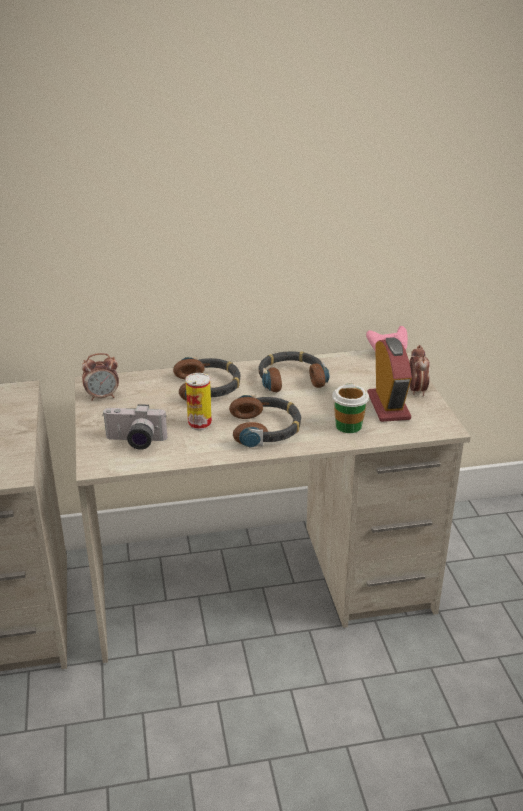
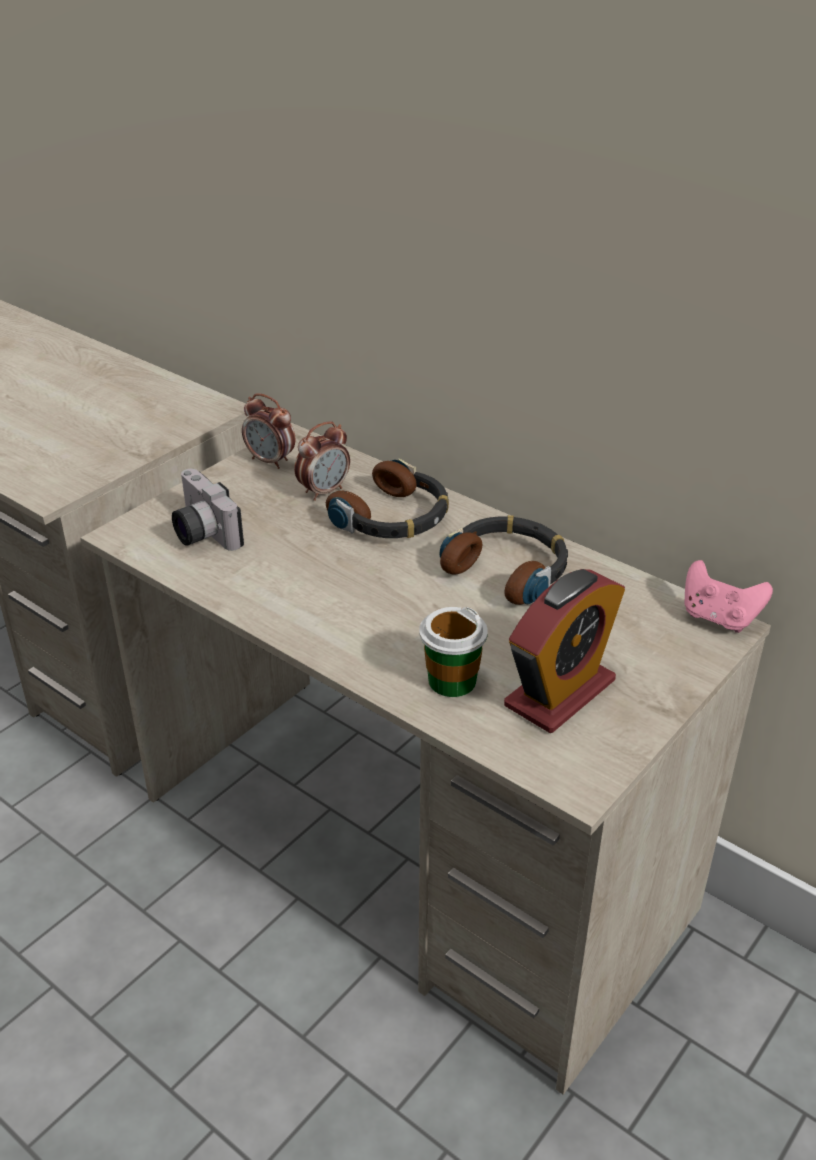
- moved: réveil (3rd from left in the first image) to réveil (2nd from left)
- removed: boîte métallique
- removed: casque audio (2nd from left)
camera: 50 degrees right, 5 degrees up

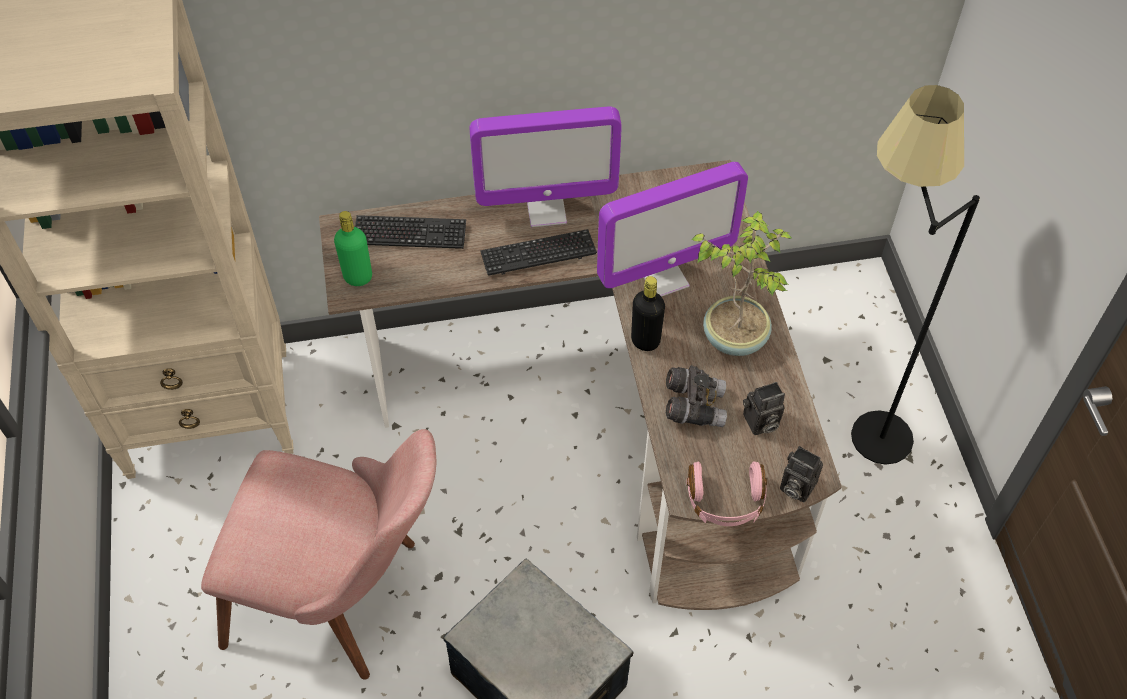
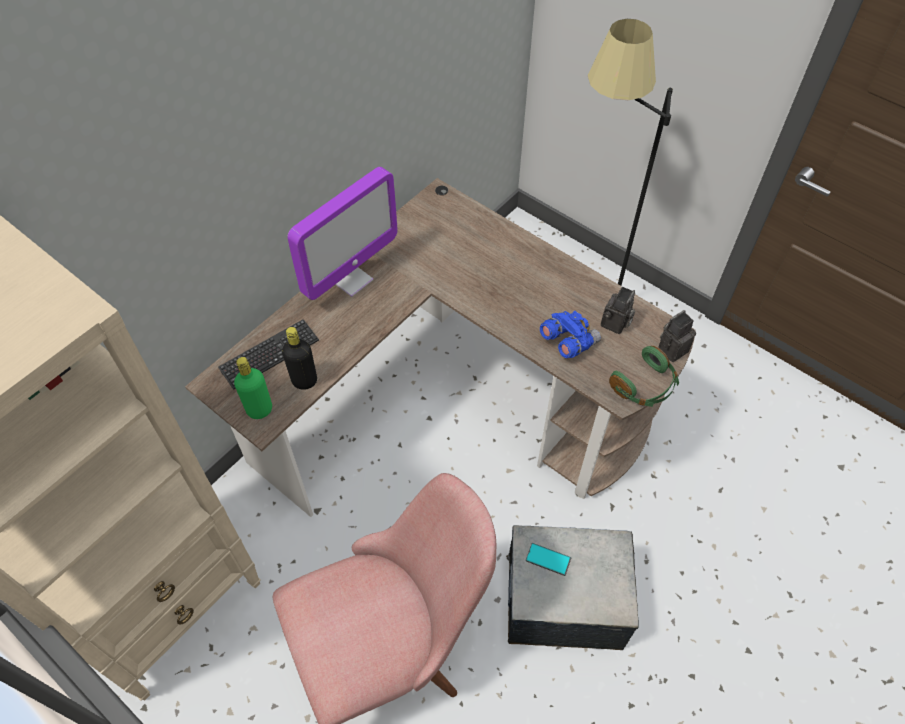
- moved: bouteille (noir)
- added: téléphone
- recoloured: jumelles (gris) to jumelles (bleu)
- recoloured: casque audio (rose) to casque audio (vert)
- turned: appareil photo (2nd from left) 150 degrees clockwise
- removed: clavier (2nd from left)
- removed: écran d'ordinateur (2nd from left)
- removed: plante en pot
camera: 40 degrees left, 0 degrees up

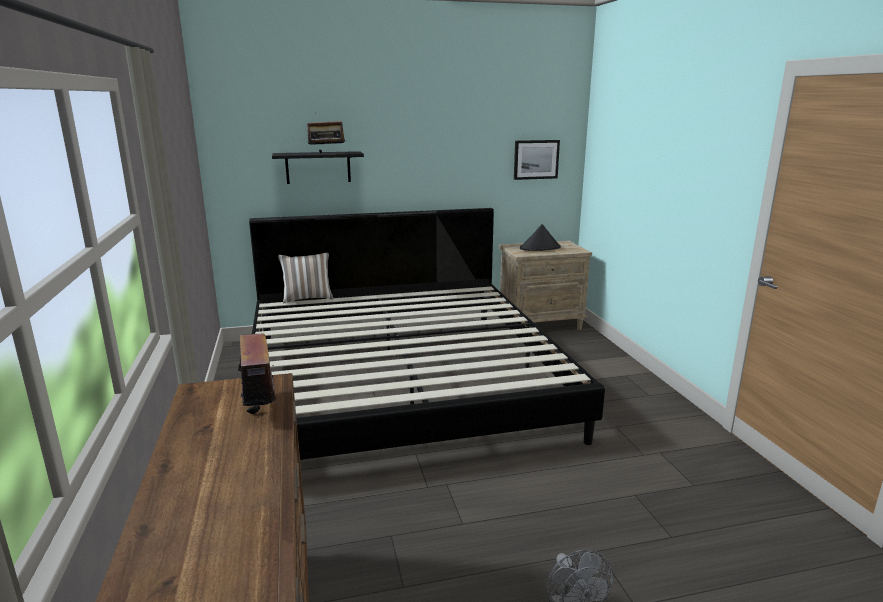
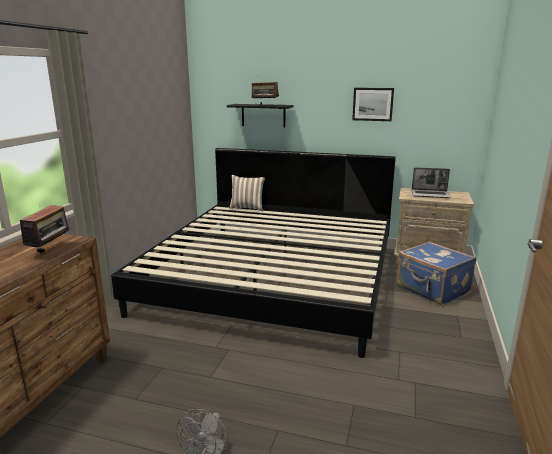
- moved: tableau
- added: valise (bleu)
- replaced: chapeau (noir) to ordinateur portable
camera: 30 degrees right, 0 degrees up

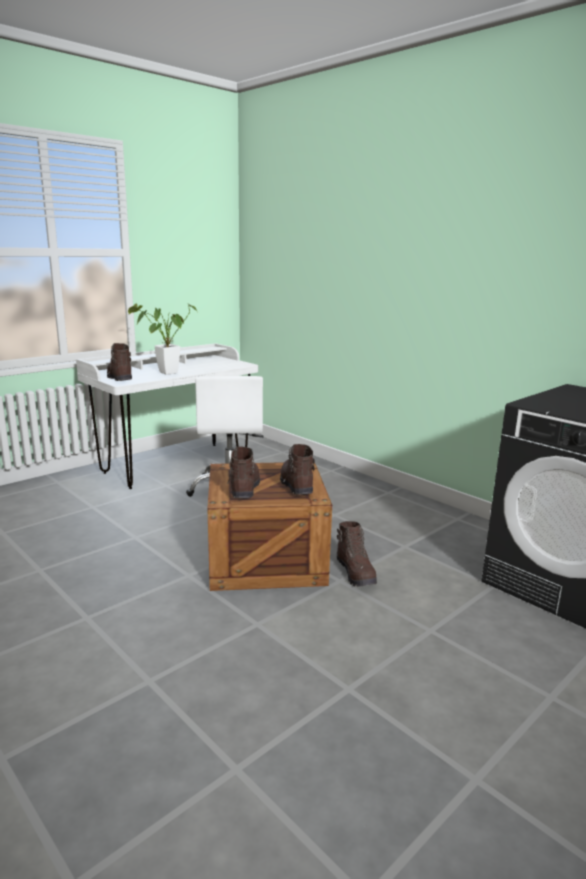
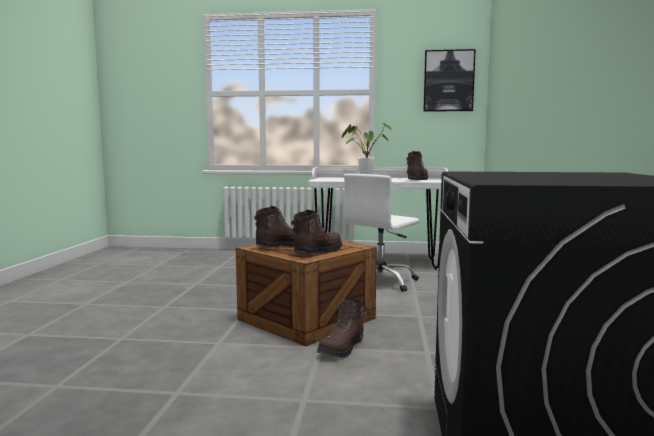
- moved: botte (marron) (1st from left in the first image) to botte (marron) (4th from left)
- added: tableau
camera: 50 degrees right, 10 degrees down

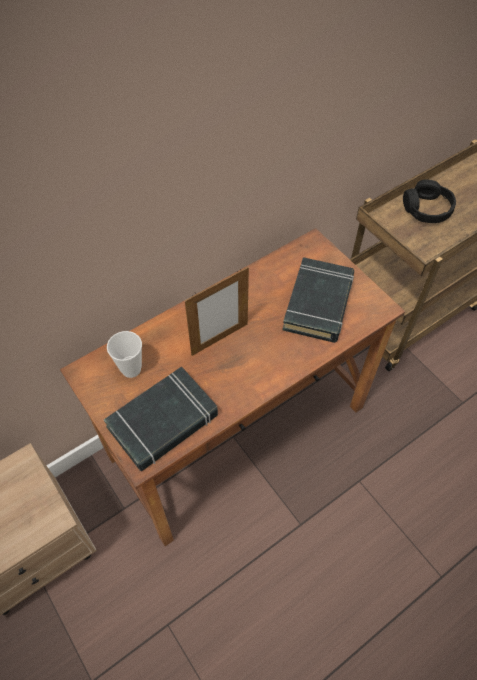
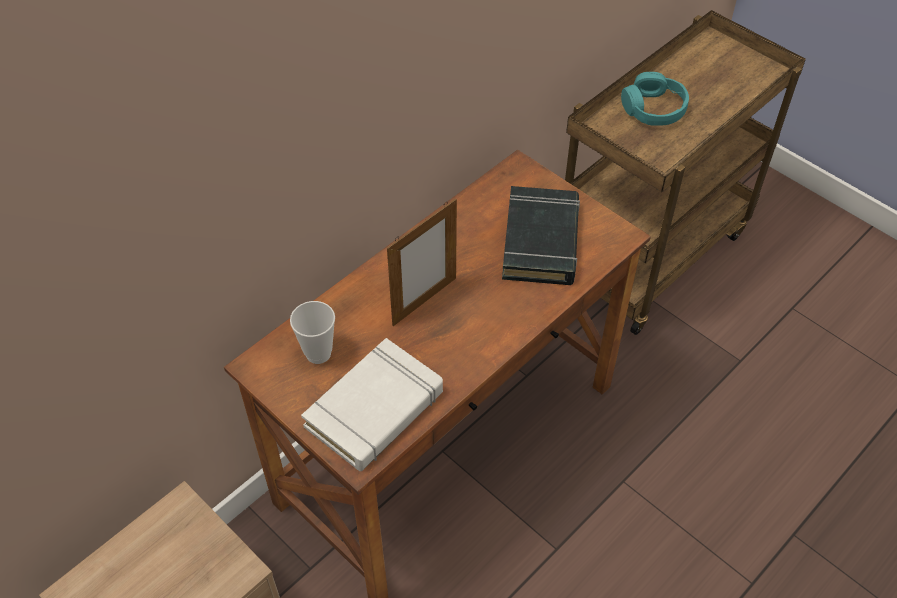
- recoloured: livre (noir) (1st from left) to livre (blanc)
- recoloured: casque audio (noir) to casque audio (turquoise)
camera: 10 degrees left, 5 degrees down

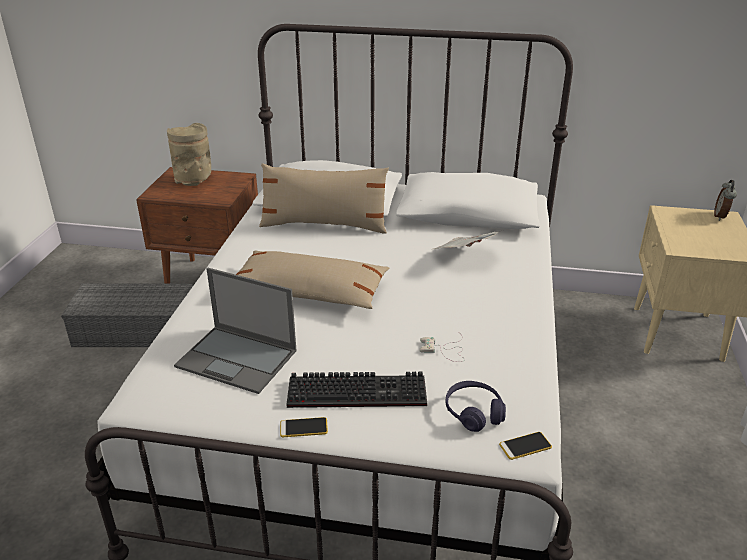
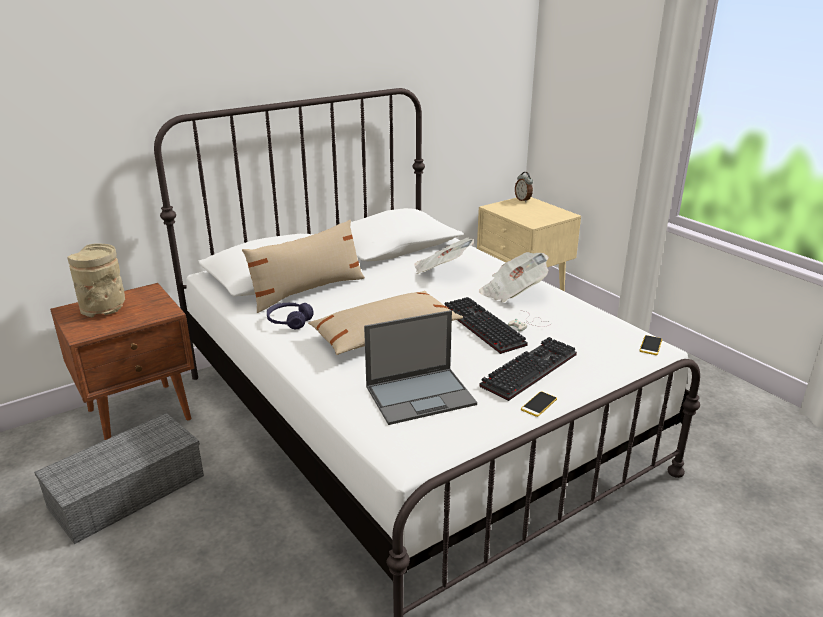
- moved: casque audio (violet)
- added: clavier (1st from left)
- added: journal (2nd from left)
camera: 45 degrees left, 5 degrees down

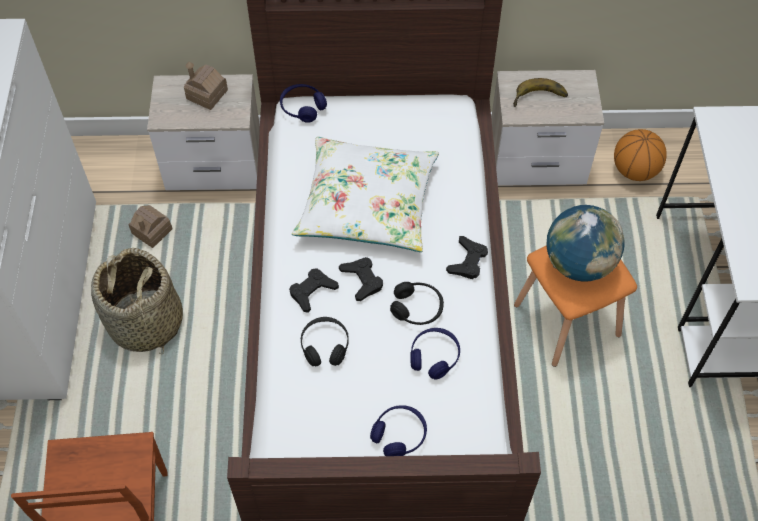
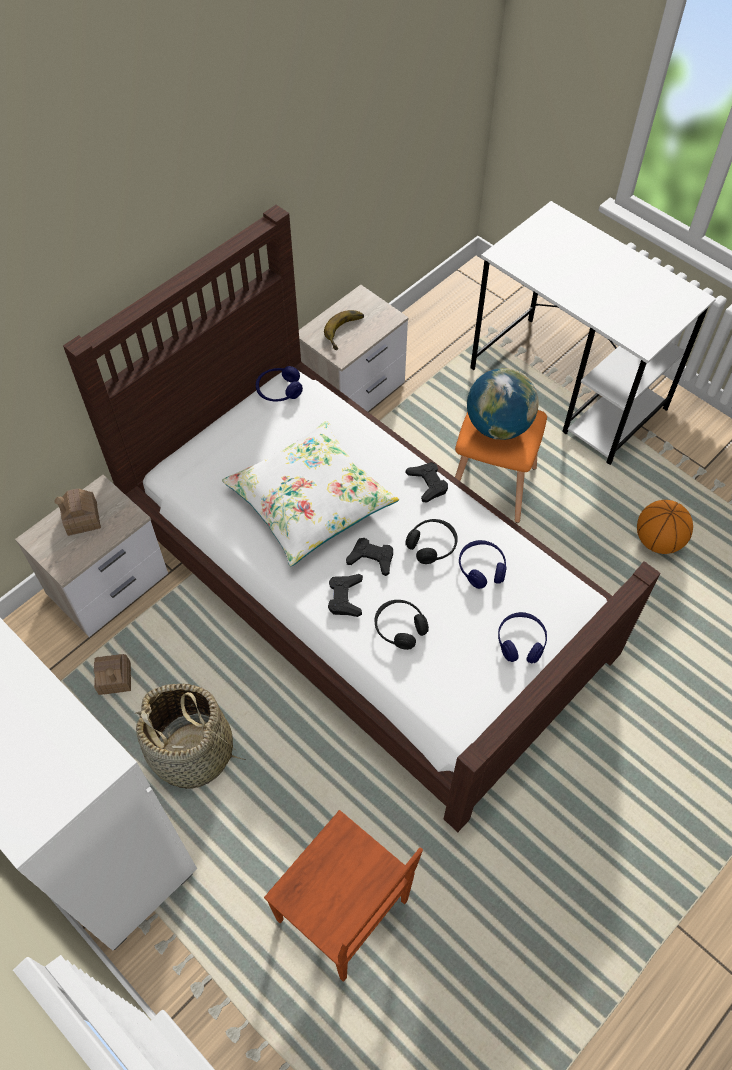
- moved: casque audio (bleu) (1st from left)
- moved: ballon de basket
camera: 45 degrees left, 0 degrees up

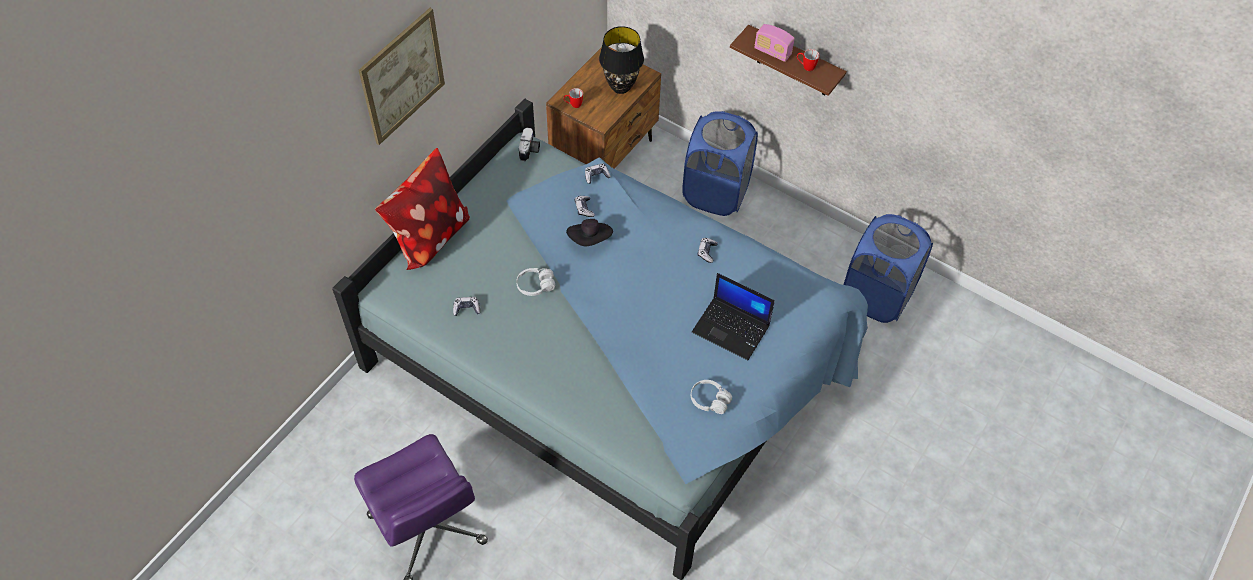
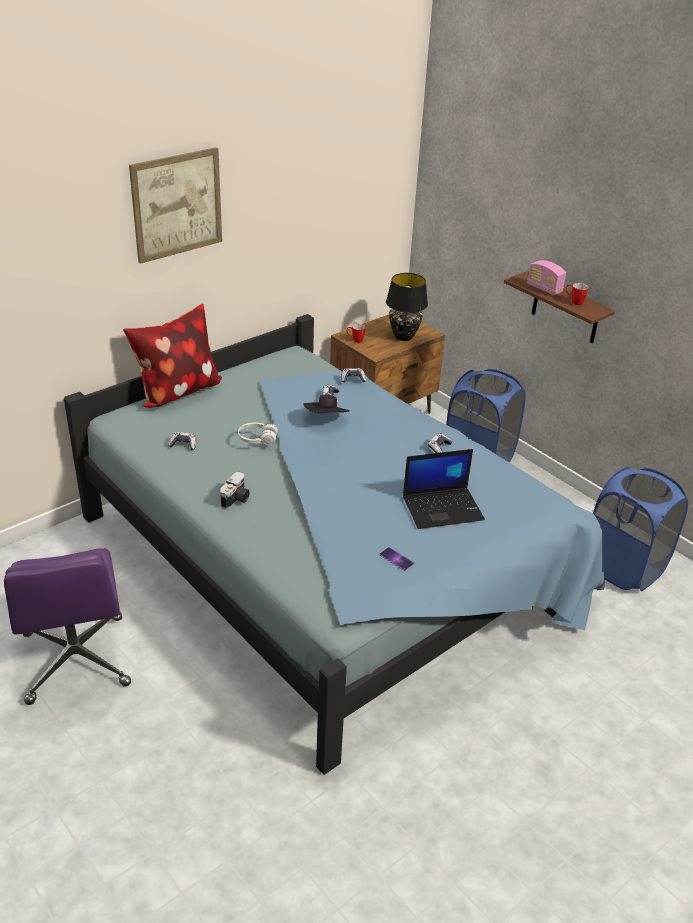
- moved: appareil photo
- replaced: casque audio (blanc) (2nd from left) to téléphone
- turned: ordinateur portable 60 degrees counterclockwise
camera: 15 degrees right, 20 degrees down

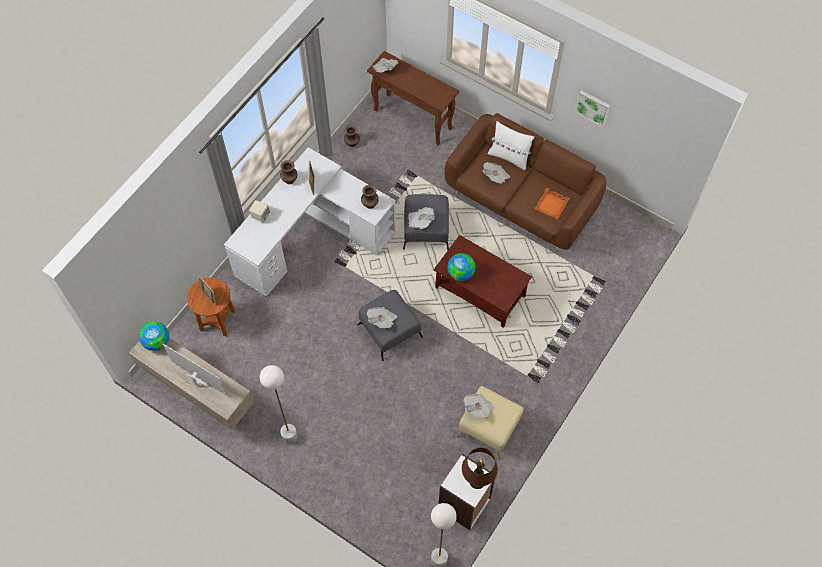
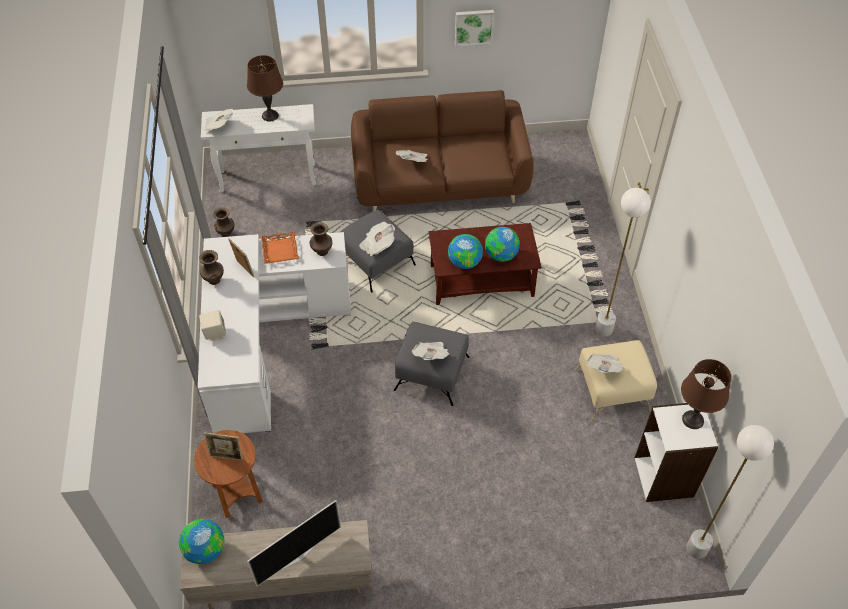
- recoloured: table console (marron) to table console (blanc)
- added: lampe de table (marron) (1st from left)
- turned: téléviseur 150 degrees clockwise
- moved: plateau (orange)
- added: globe (3rd from left)
- moved: lampadaire (blanc) (1st from left)
- removed: coussin (blanc)
camera: 40 degrees left, 10 degrees down

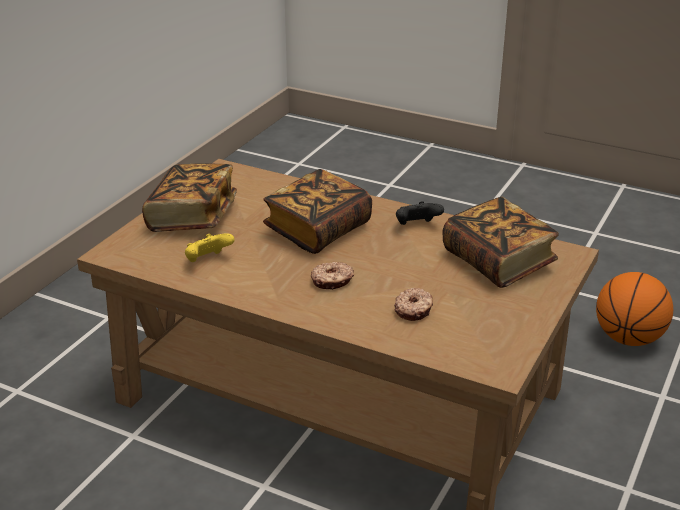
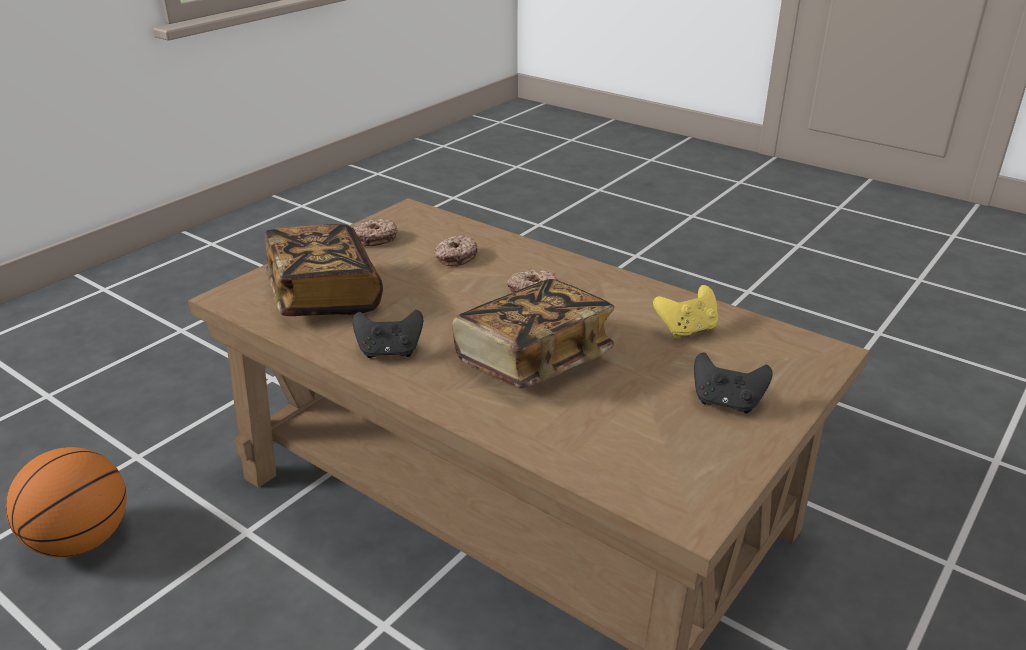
- added: beignet (1st from left)
- replaced: livre (1st from left) to manette (noir) (2nd from left)
camera: 170 degrees left, 0 degrees up

